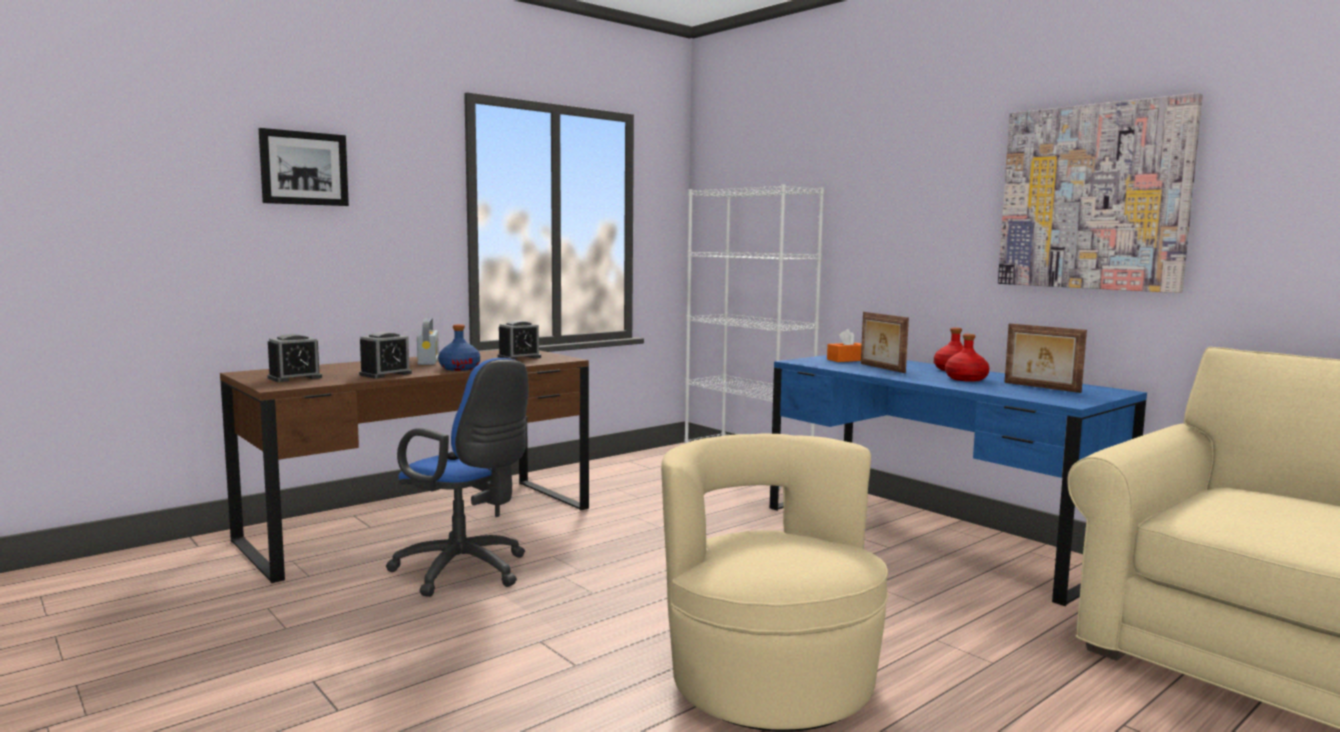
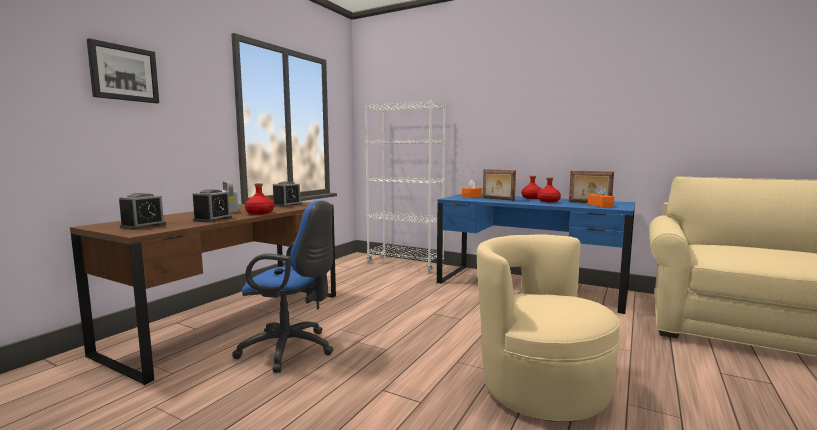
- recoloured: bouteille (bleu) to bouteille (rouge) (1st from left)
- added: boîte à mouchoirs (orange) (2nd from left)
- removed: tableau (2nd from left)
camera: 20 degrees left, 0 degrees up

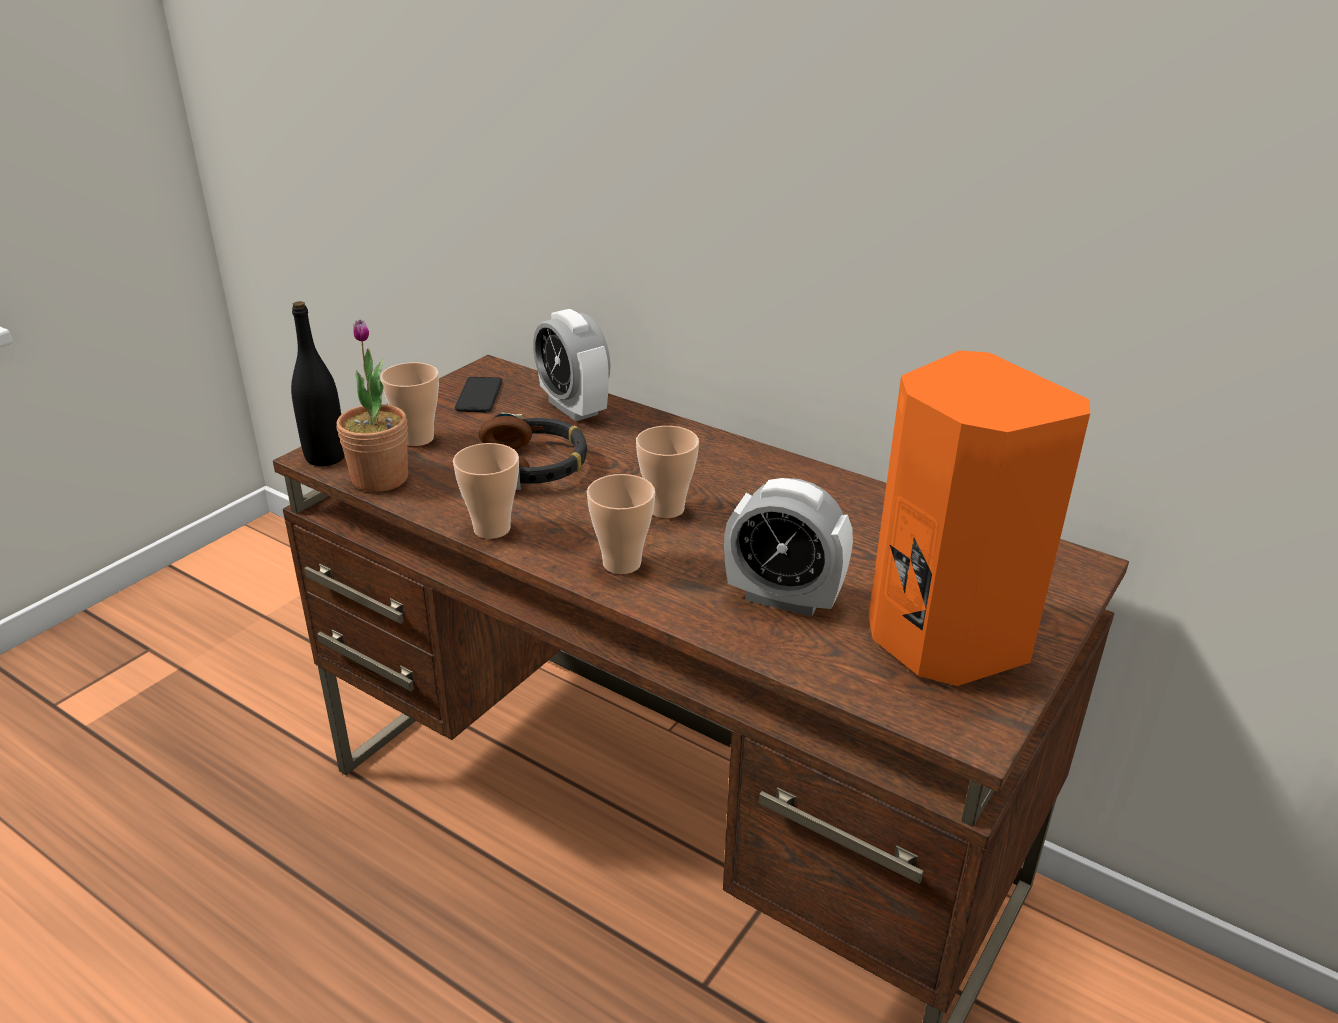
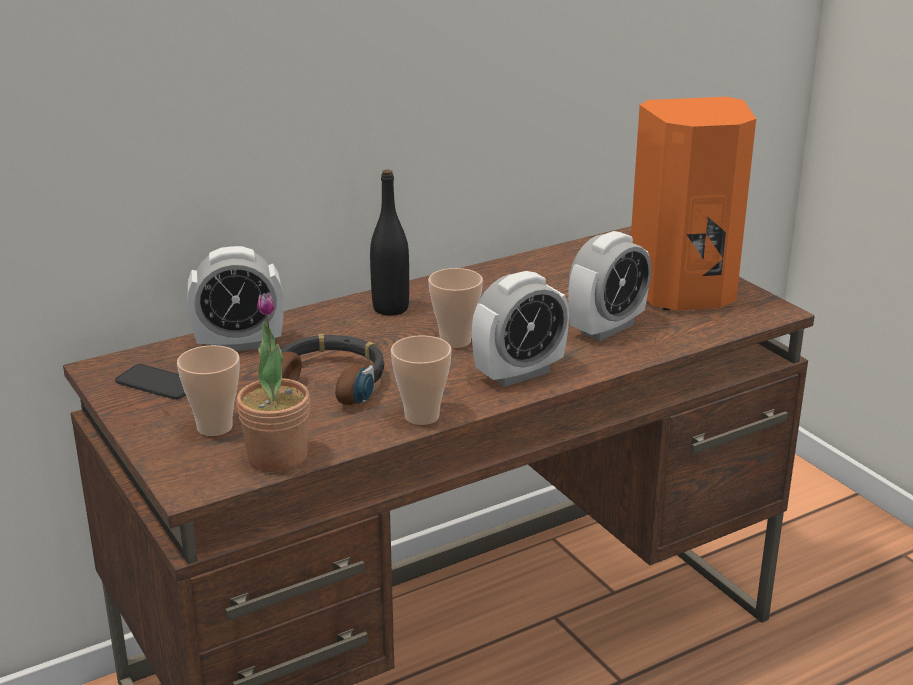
- moved: bouteille (noir)
- replaced: tasse (3rd from left) to réveil (2nd from left)
camera: 65 degrees left, 5 degrees down

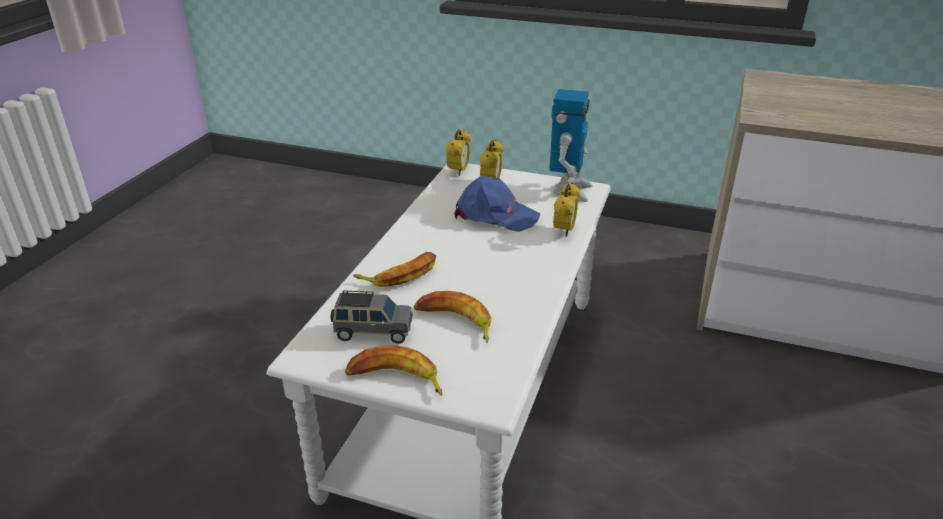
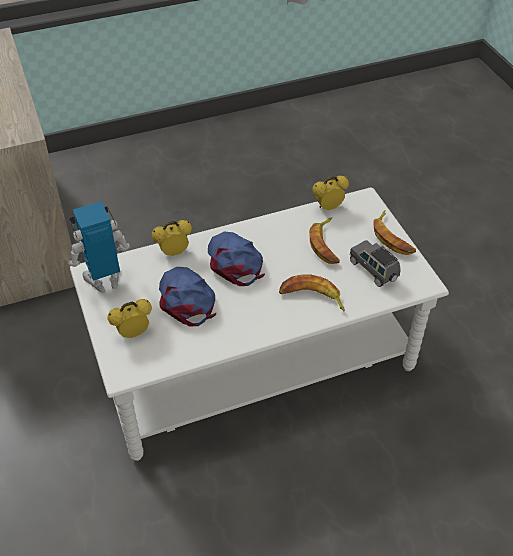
- added: casquette (bleu) (2nd from left)
- moved: réveil (1st from left in the first image) to réveil (3rd from left)
camera: 130 degrees left, 15 degrees up

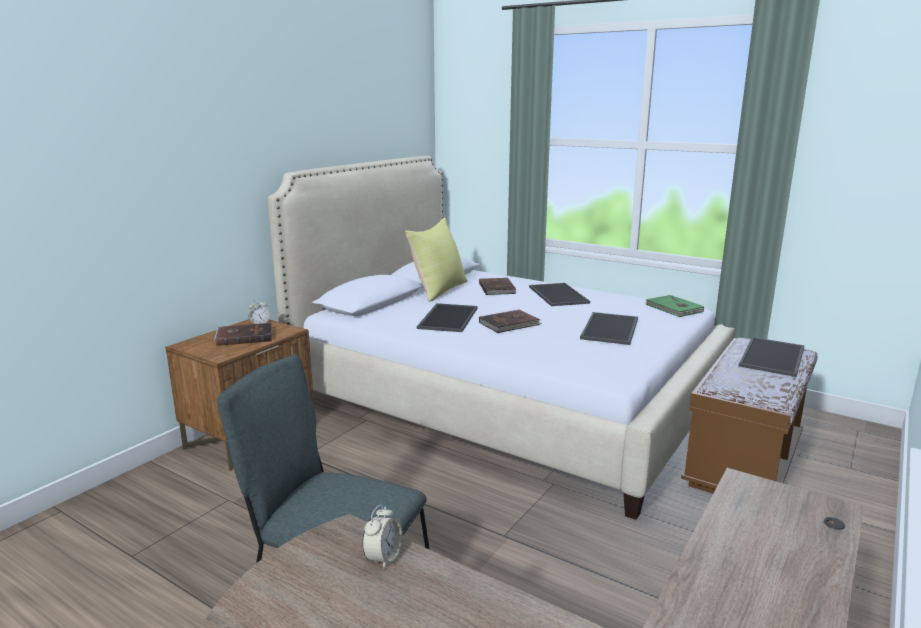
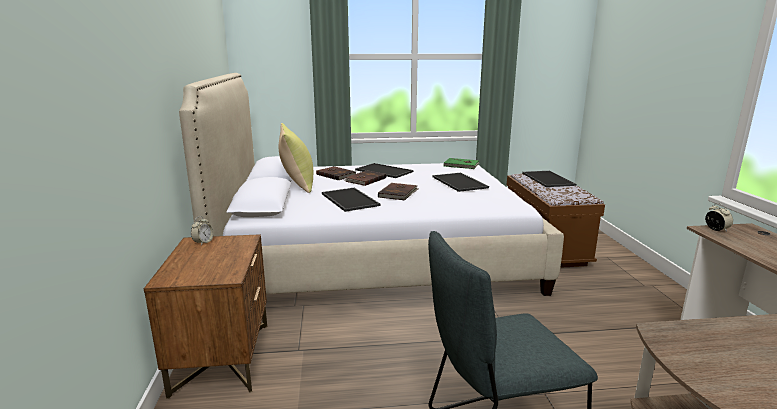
- moved: livre (marron) (1st from left in the first image) to livre (marron) (2nd from left)
- moved: réveil (2nd from left)
camera: 40 degrees left, 0 degrees up

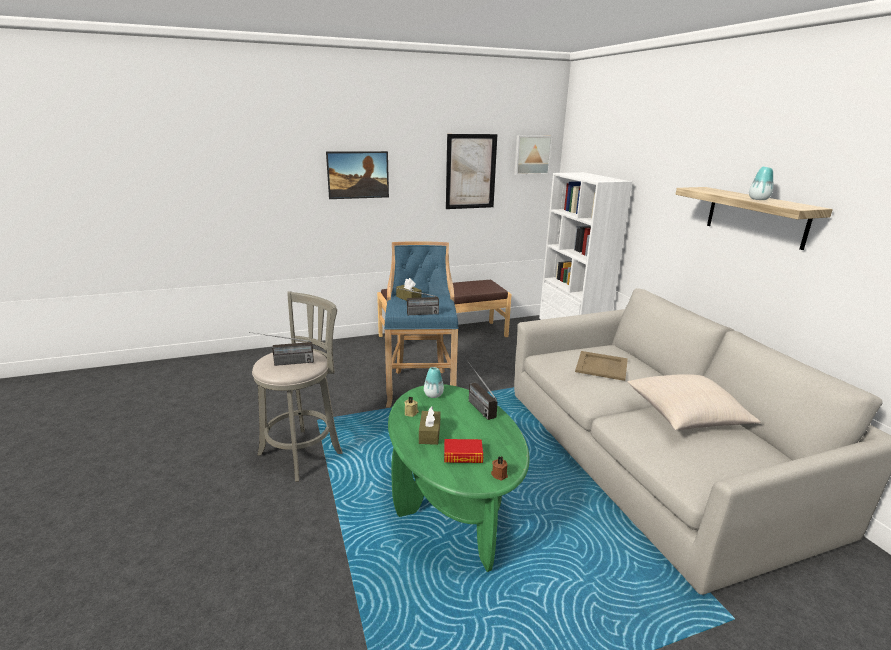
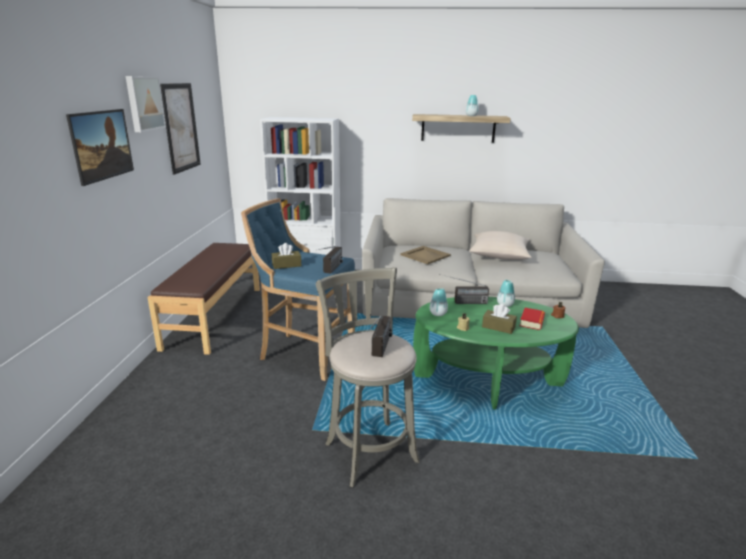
- moved: tableau (3rd from left in the first image) to tableau (2nd from left)
- added: vase (3rd from left)
camera: 65 degrees left, 0 degrees up

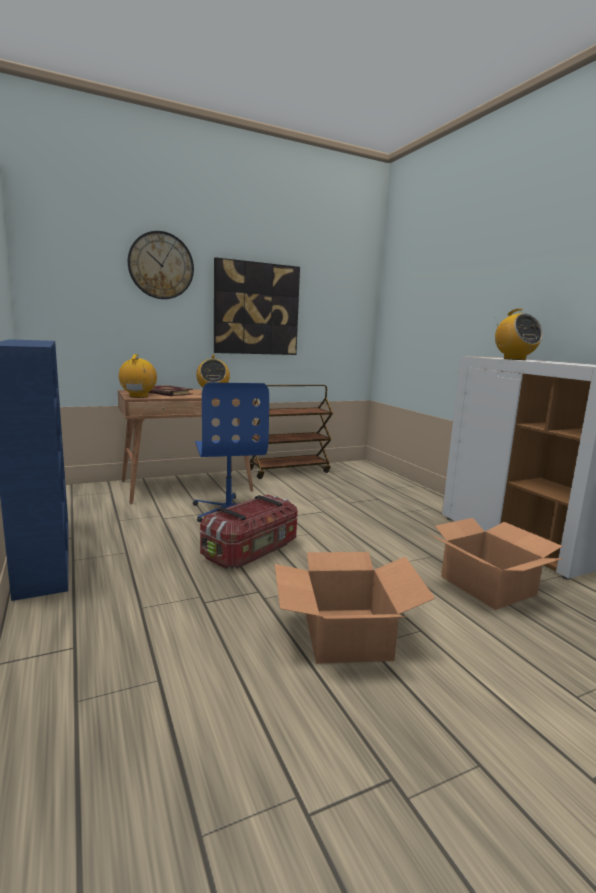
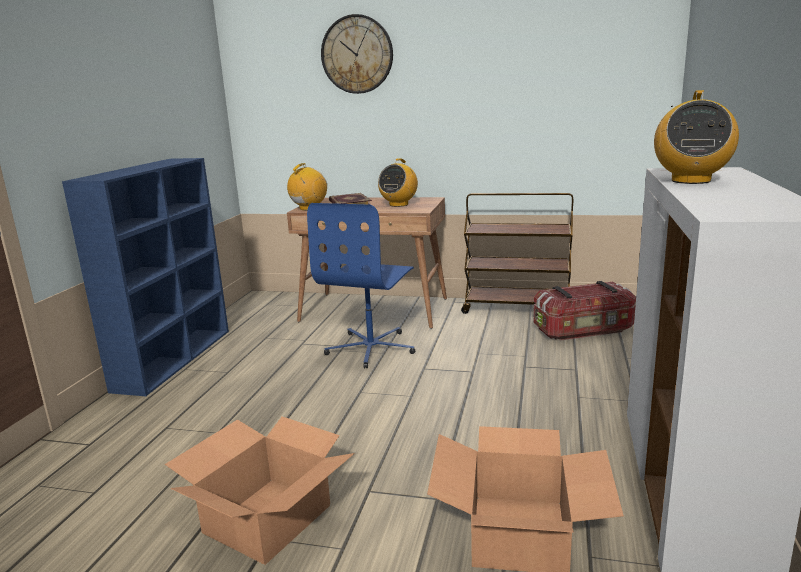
- moved: boîte de rangement
- removed: tableau
camera: 40 degrees right, 5 degrees up

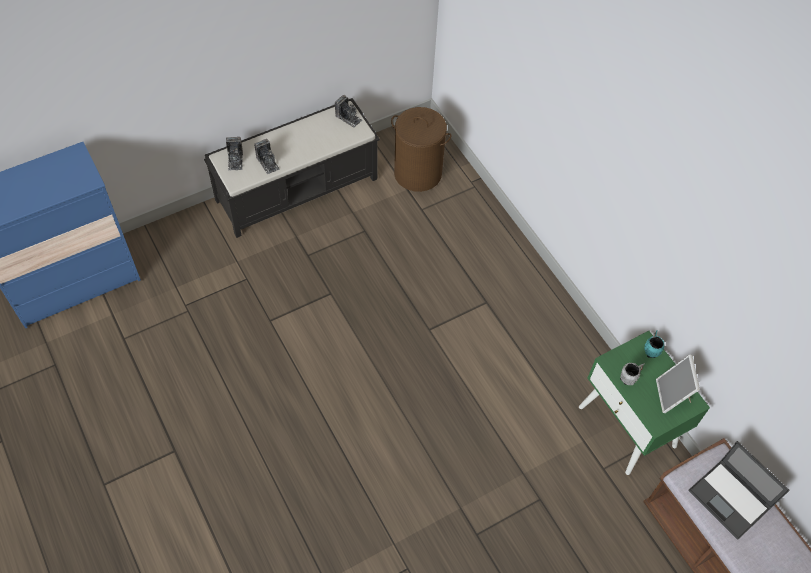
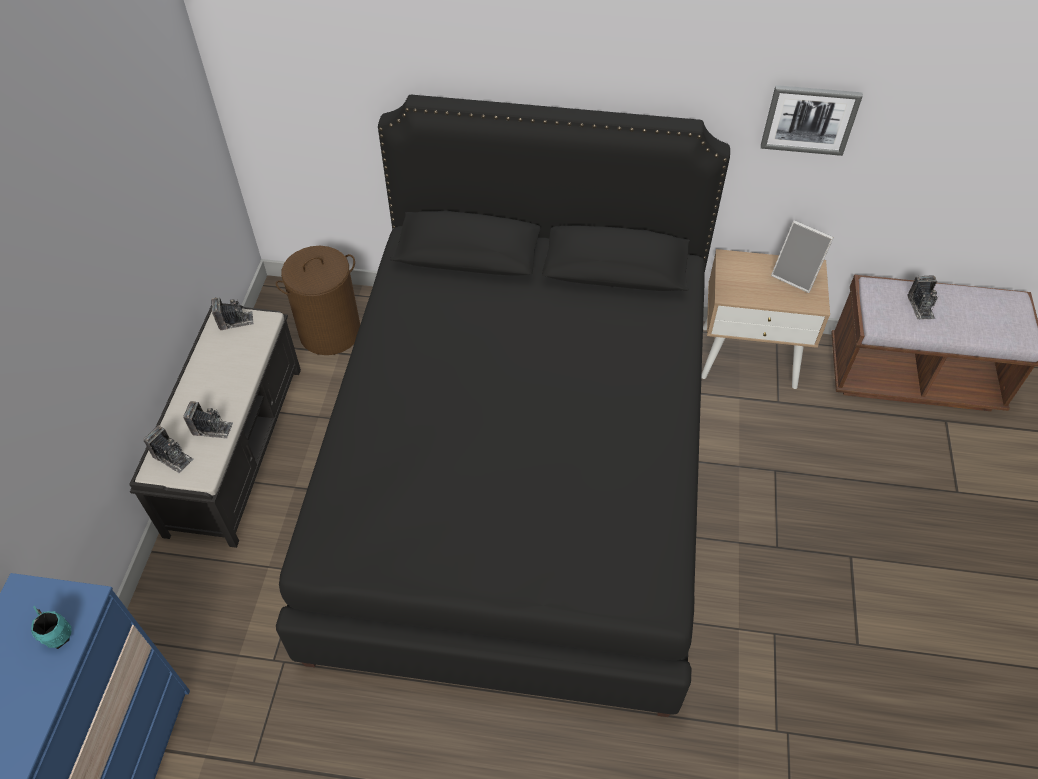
- moved: mug (turquoise)
- added: lit (noir)
- recoloured: table de chevet (vert) to table de chevet (beige)
- added: tableau
- replaced: ordinateur portable to appareil photo (4th from left)
- removed: mug (gris)
camera: 50 degrees left, 5 degrees down

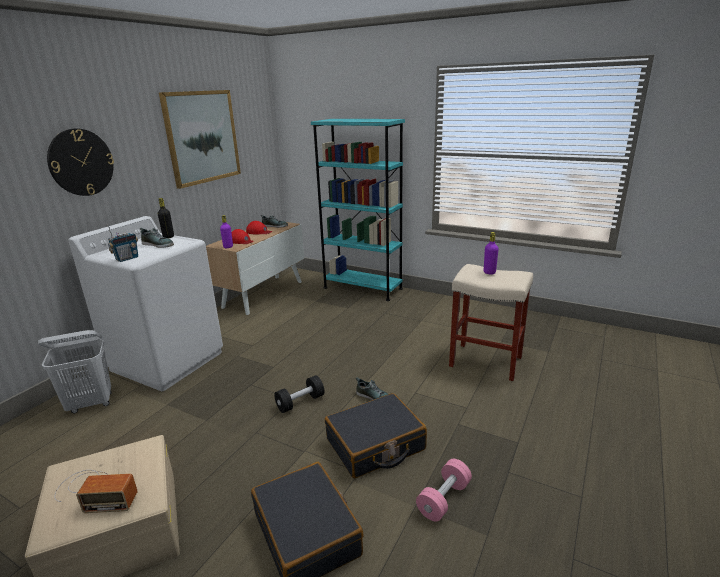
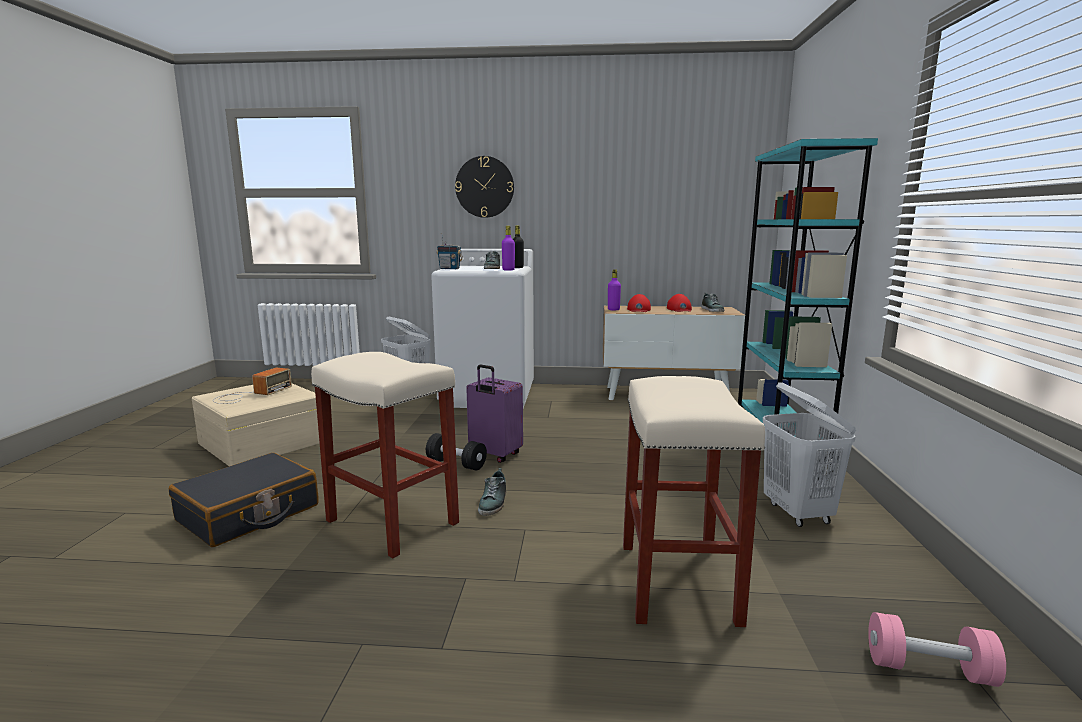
- turned: radio (1st from left) 135 degrees counterclockwise
- replaced: valise (noir) (2nd from left) to tabouret (beige) (1st from left)
- added: valise (violet)
- moved: bouteille (violet) (2nd from left in the first image) to bouteille (violet) (1st from left)
- added: panier à linge (blanc) (2nd from left)
- moved: haltère (rose)
- removed: tableau
camera: 65 degrees right, 10 degrees down

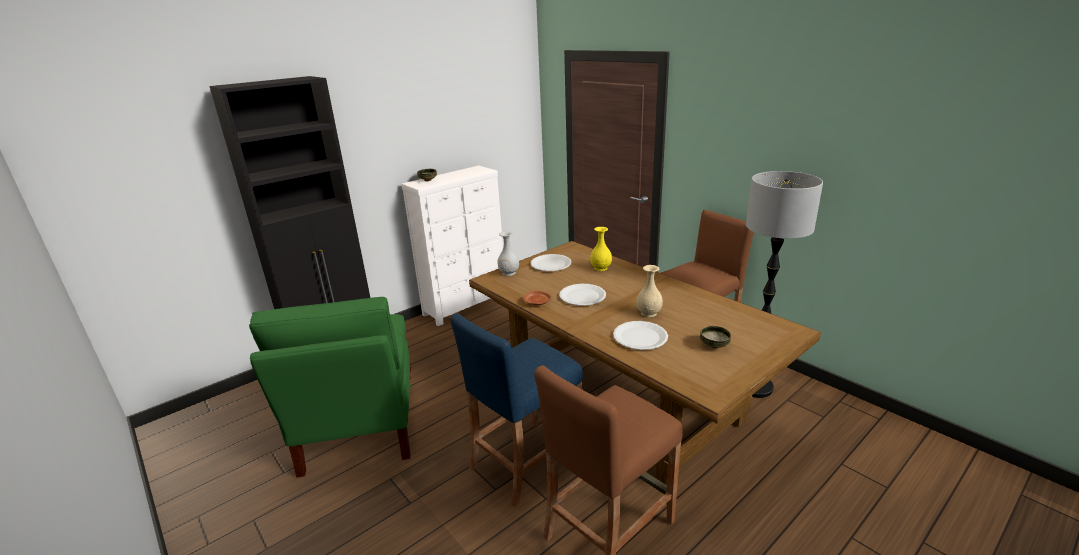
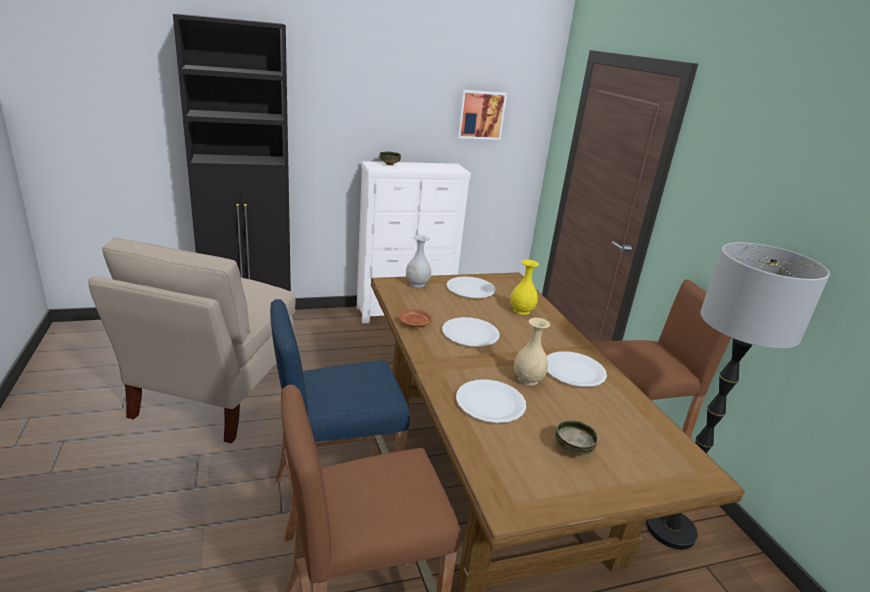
- recoloured: chaise (vert) to chaise (beige)
- added: tableau
- added: assiette (blanc) (4th from left)
camera: 20 degrees right, 0 degrees up

